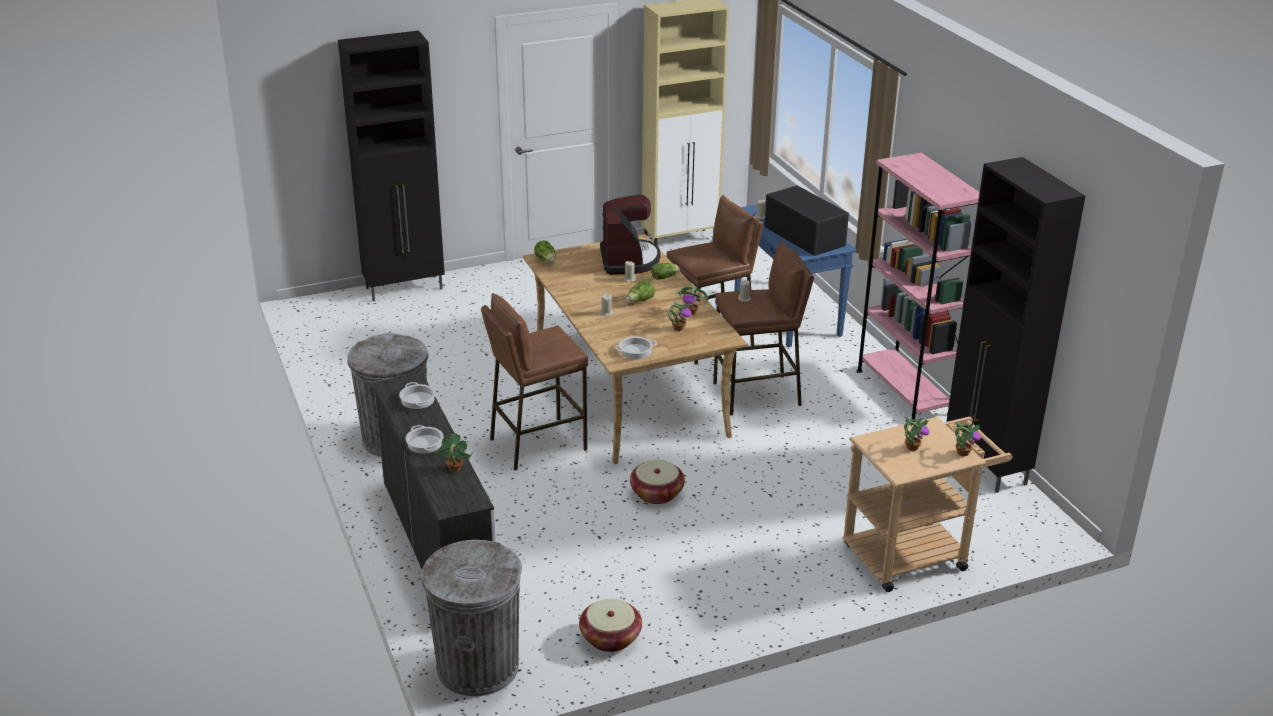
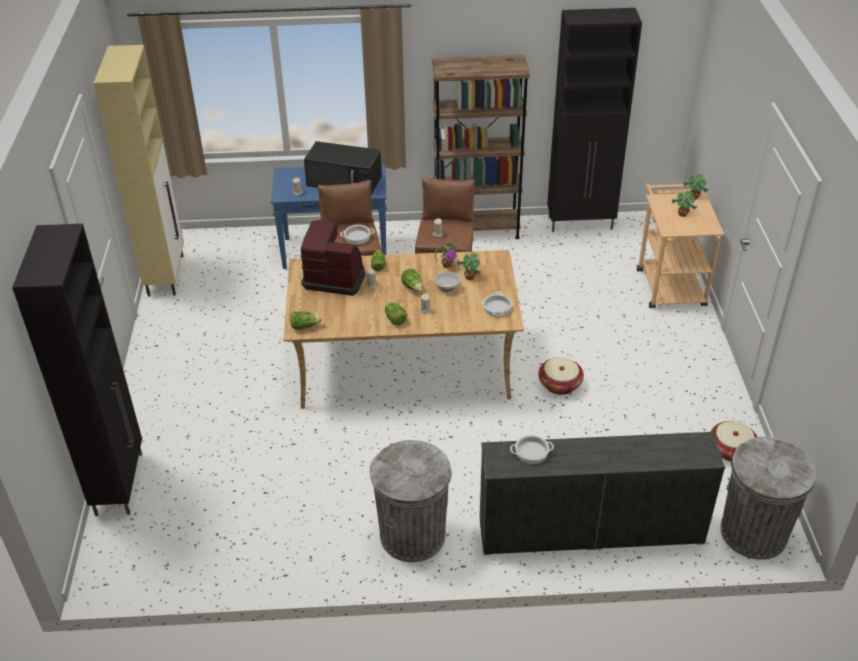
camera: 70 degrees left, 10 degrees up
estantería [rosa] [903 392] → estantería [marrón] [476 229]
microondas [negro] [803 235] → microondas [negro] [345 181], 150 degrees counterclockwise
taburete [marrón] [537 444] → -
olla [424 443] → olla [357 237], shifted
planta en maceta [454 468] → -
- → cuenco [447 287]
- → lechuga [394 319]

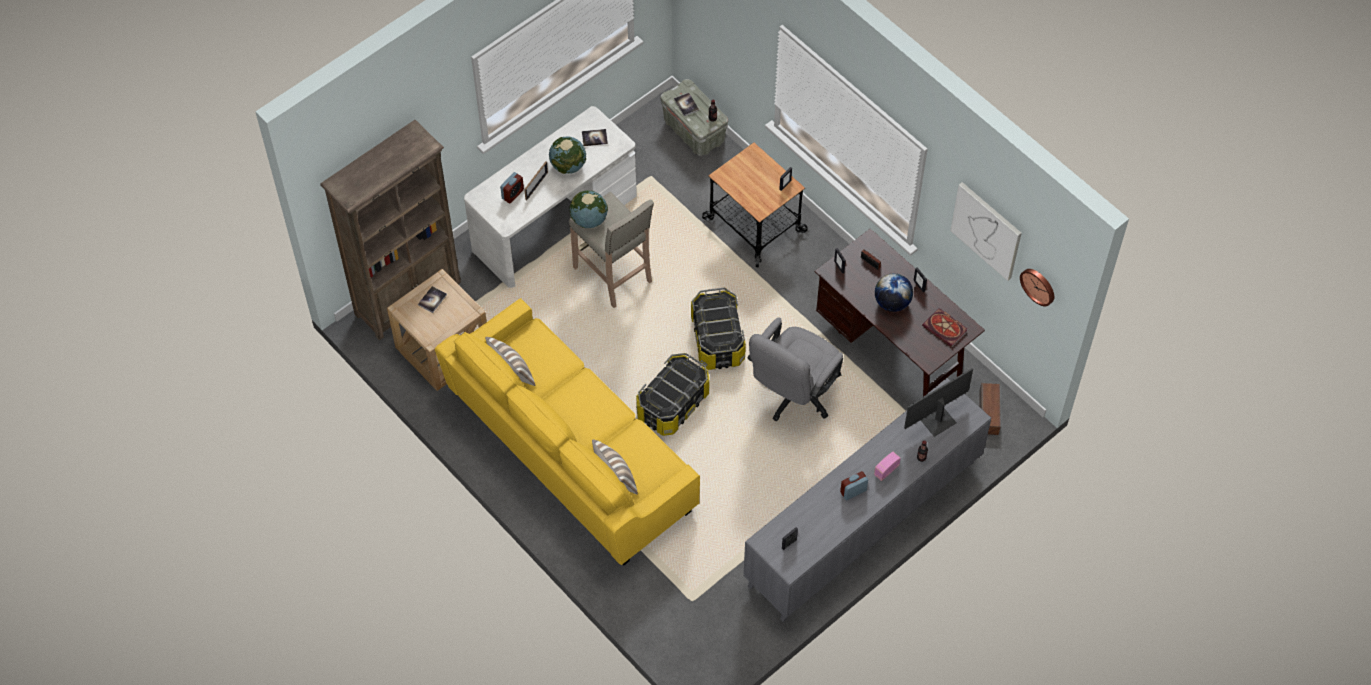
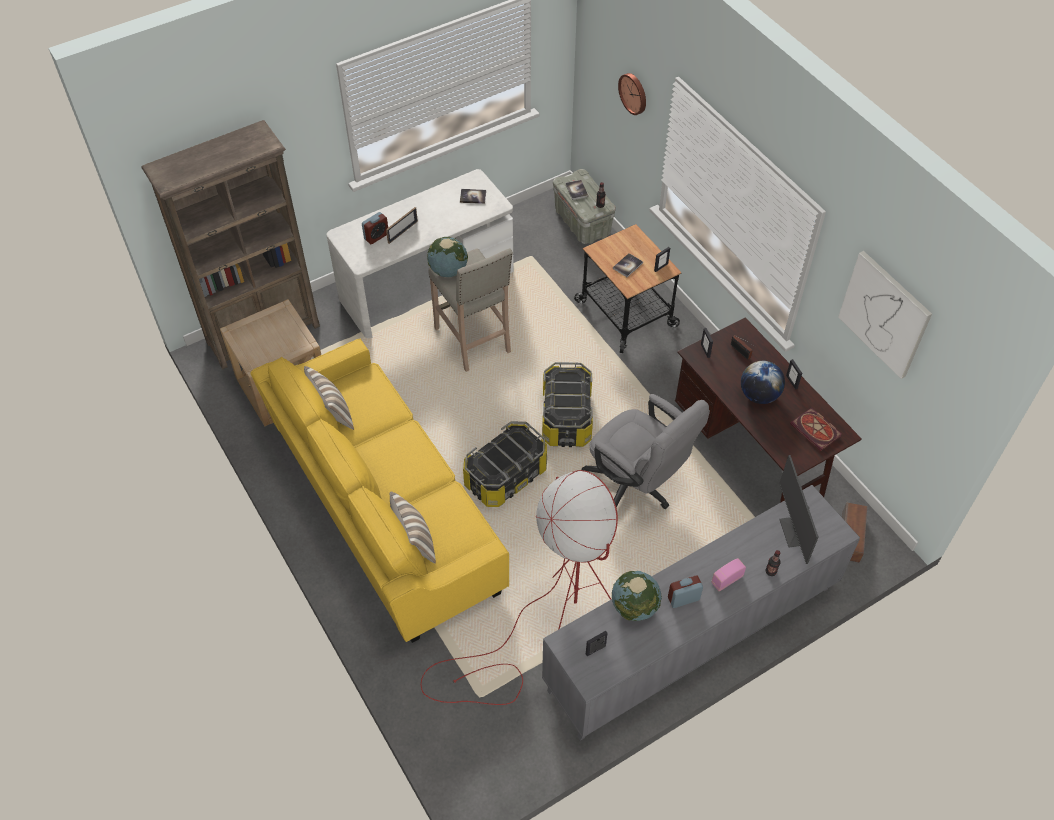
camera: 10 degrees right, 5 degrees down
globo terráqueo [568 166] → globo terráqueo [634 607], shifted
reloj de pared [1038 286] → reloj de pared [634 93], shifted
libro [432 300] → libro [627 266], shifted
silla de oficina [gris] [793 395] → silla de oficina [gris] [637 485], 90 degrees counterclockwise
monitor [937 421] → monitor [795 531], 75 degrees counterclockwise
- → lámpara de pie [rojo] [547 626]

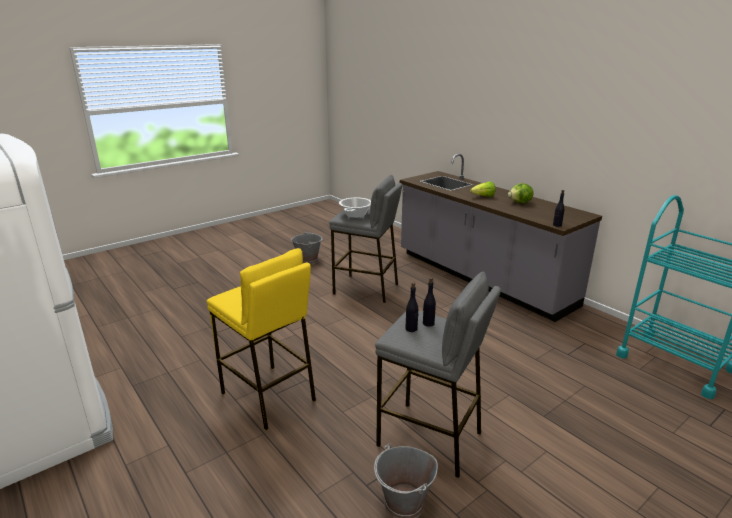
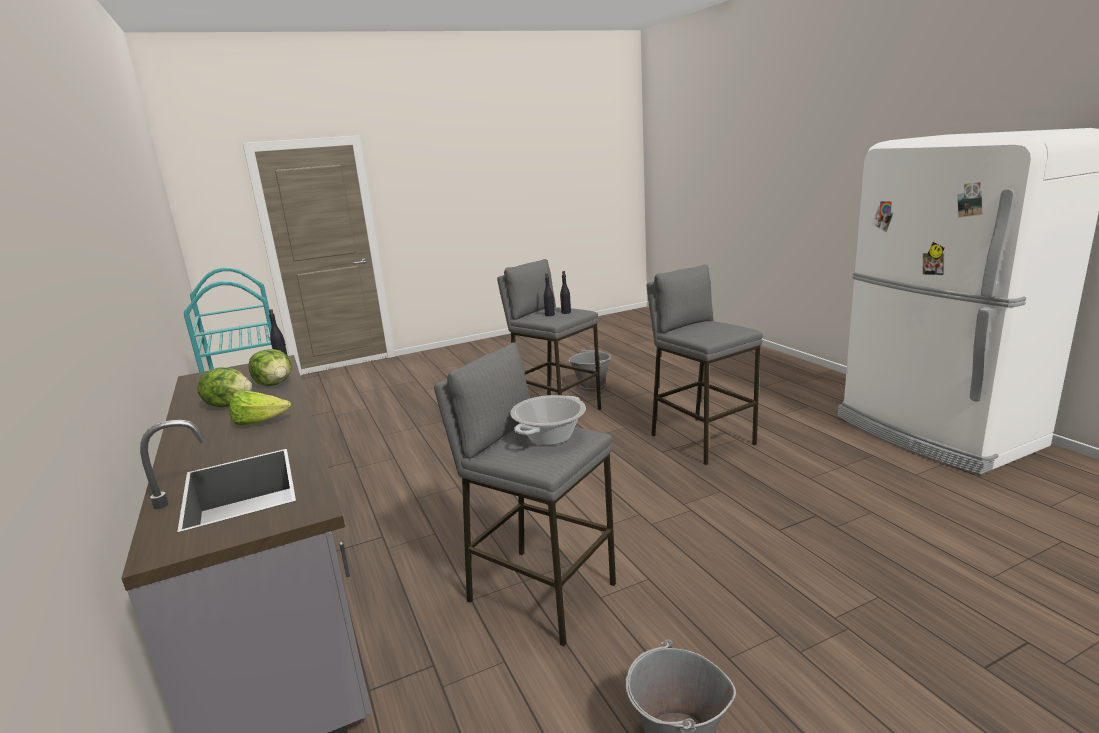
camera: 165 degrees left, 5 degrees down
taburete [amarillo] [268 397] → taburete [gris] [702 439]
- → lechuga [275 384]

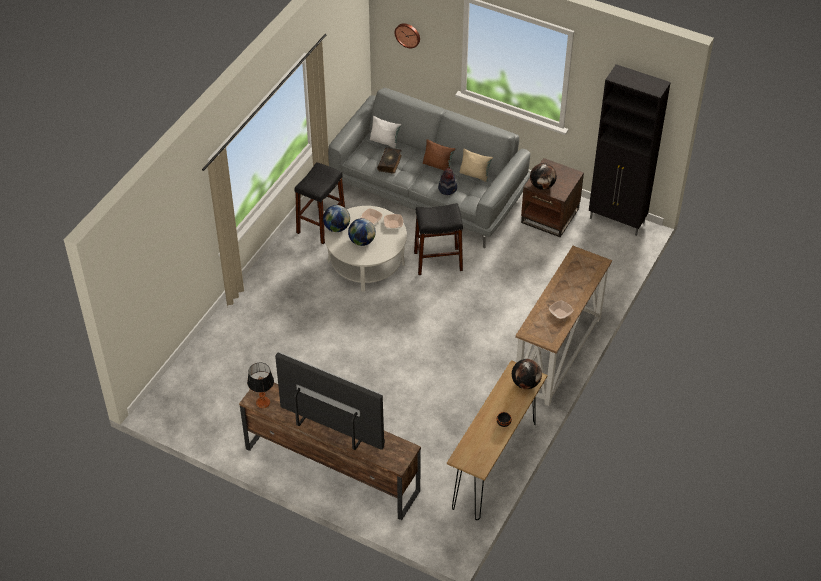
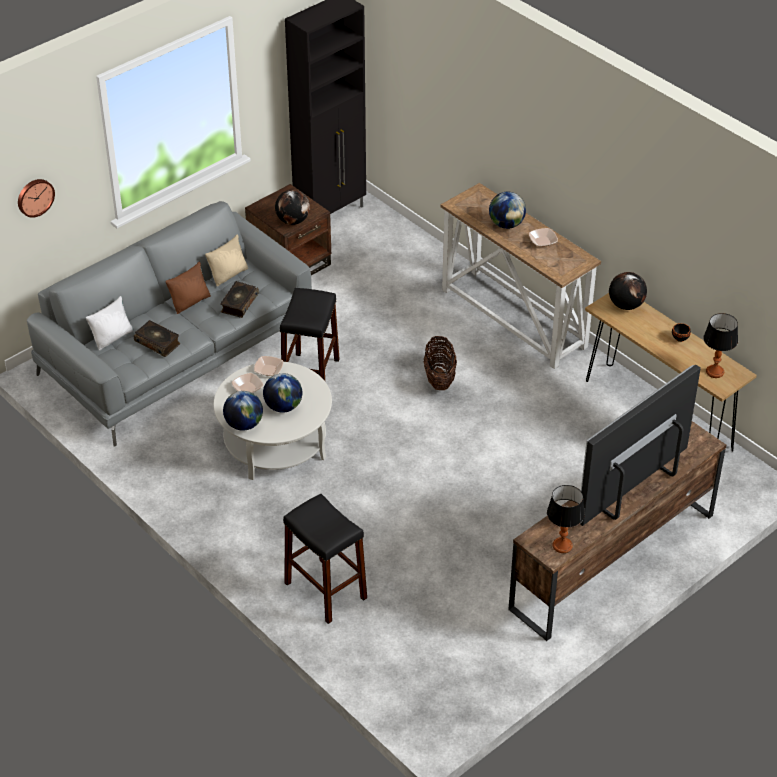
camera: 70 degrees left, 5 degrees down
taburete [negro] [321 225] → taburete [negro] [325 590], shifted
sombrero [447 188] → libro [239 303]
- → globo terráqueo [506 224]
- → lámpara de mesa [714 372]
- → cesta [439 378]

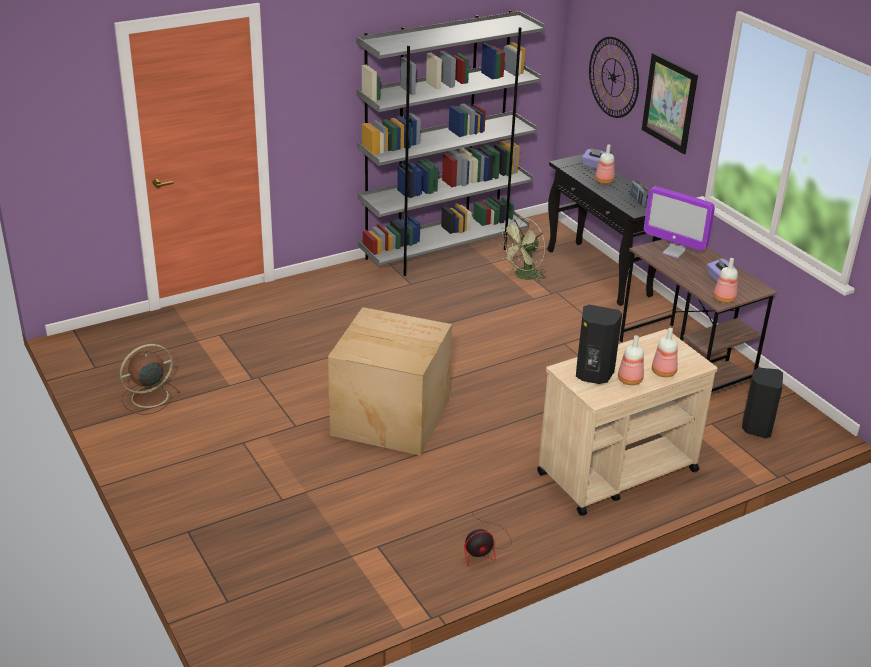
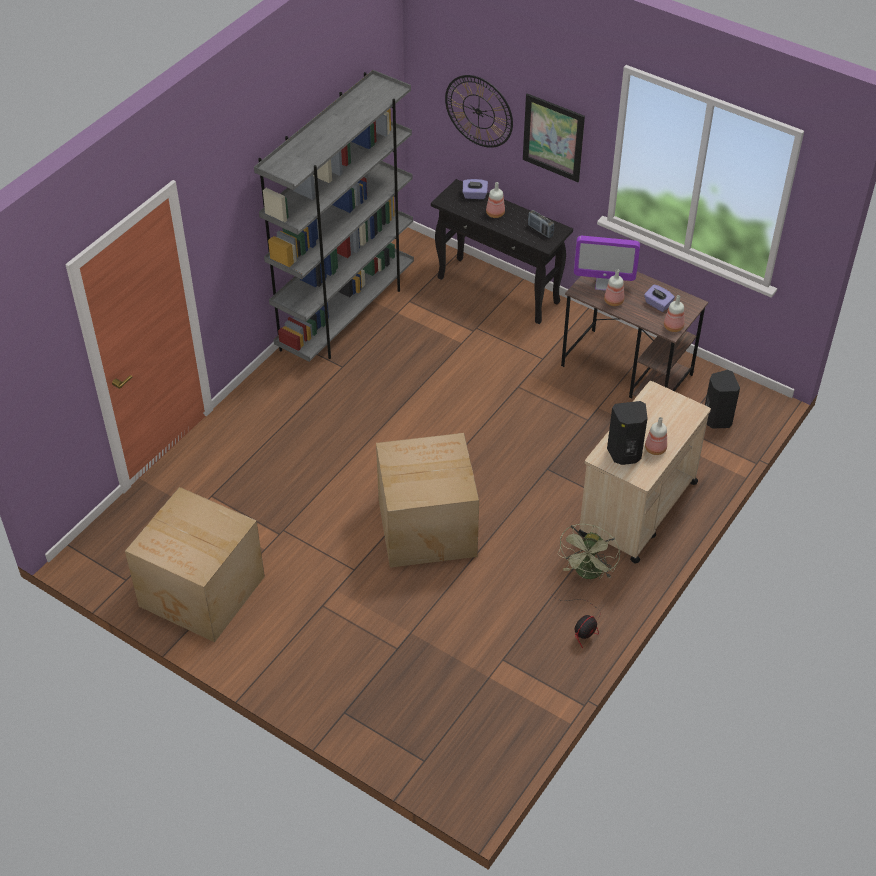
camera: 25 degrees left, 15 degrees up
ventilador [verde] [523 276] → ventilador [verde] [588 574], shifted
botella [664 372] → botella [613 300], shifted
ventilador [marrón] [148 397] → caja de cartón [202 593]

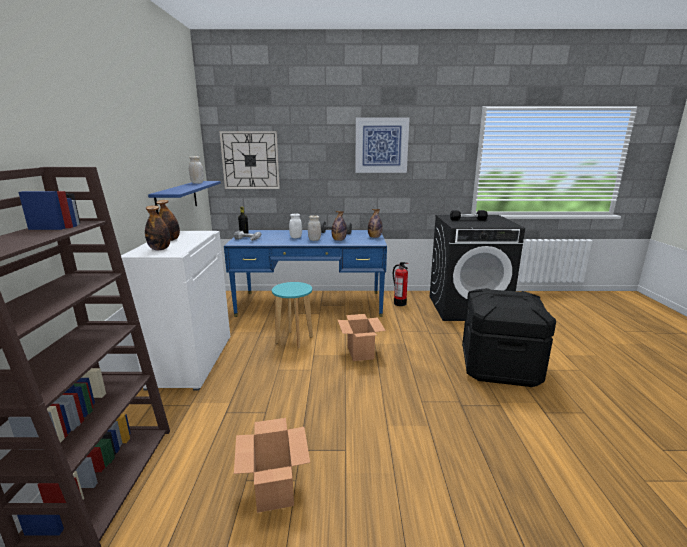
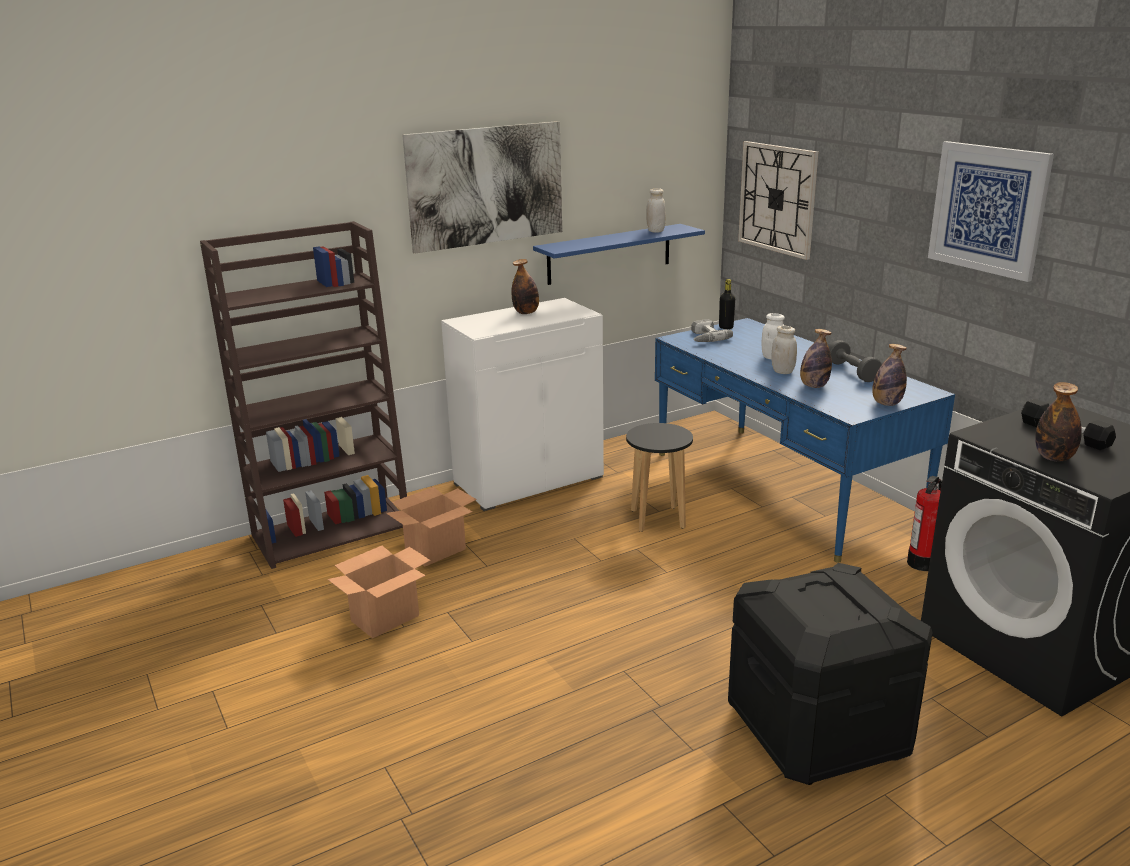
camera: 60 degrees right, 5 degrees up
botella [160 249] → botella [1054 457], shifted
taburete [turquesa] [294 340] → taburete [negro] [657 519]
caja de cartón [360 352] → caja de cartón [436 550], shifted
- → cuadro [486 186]

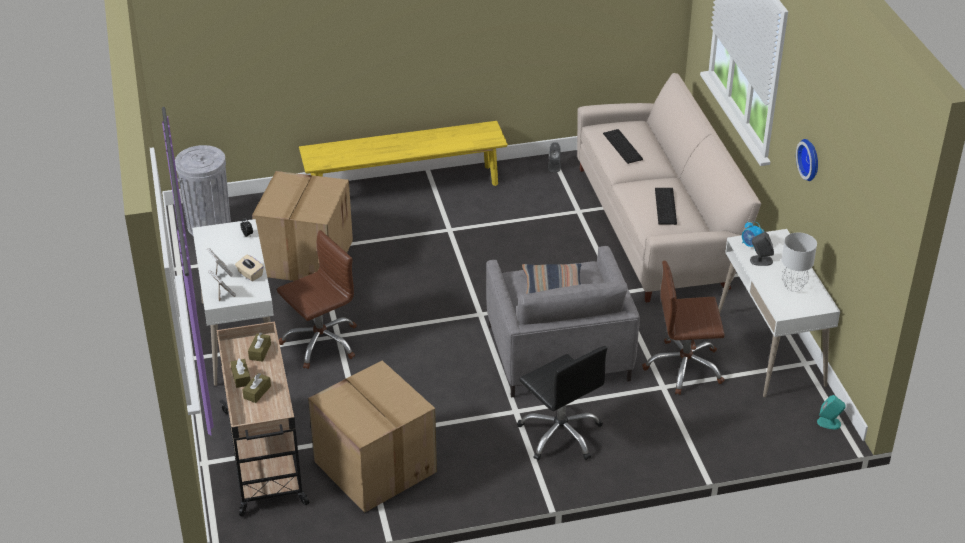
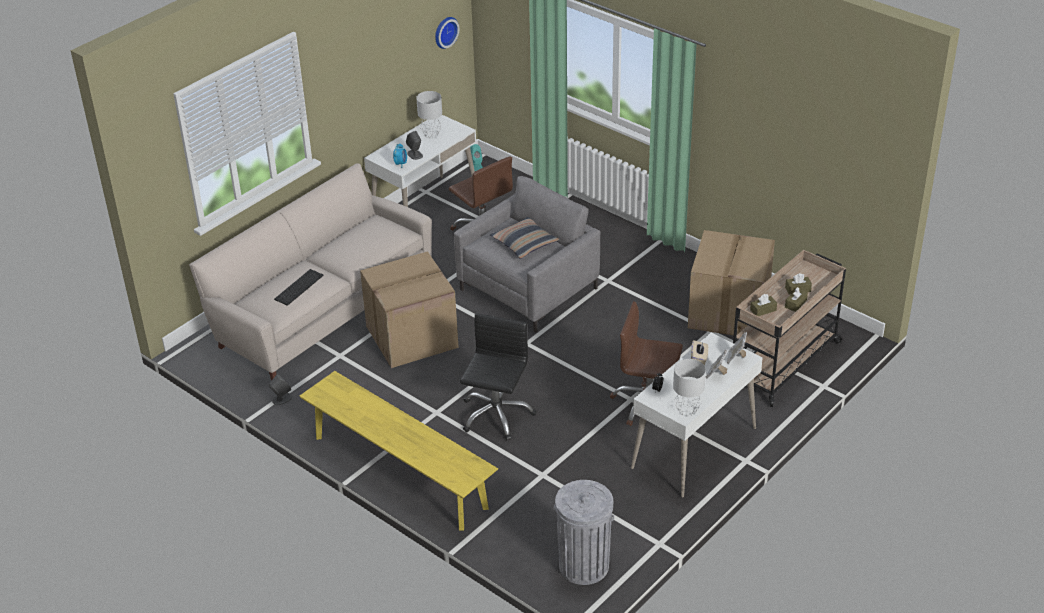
camera: 125 degrees left, 0 degrees up
reloj de pared [810 159] → reloj de pared [444 31], shifted
caja de cartón [305 257] → caja de cartón [411 338], shifted
teclado [667 206] → -
silla de oficina [negro] [560 434] → silla de oficina [negro] [496 415], shifted
- → lámpara de mesa [gris] [687 411]

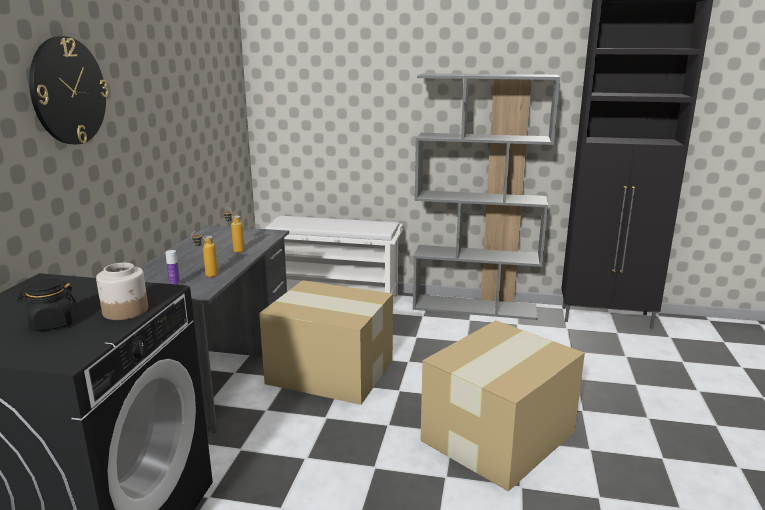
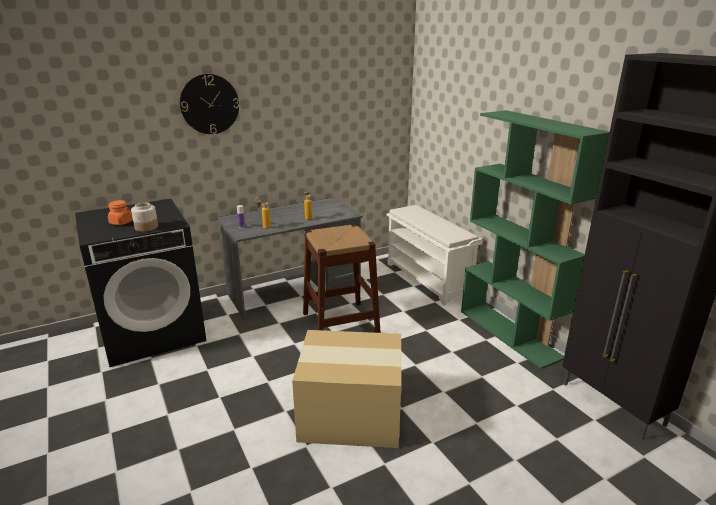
camera: 50 degrees right, 5 degrees up
estantería [gris] [475 307] → estantería [verde] [510 333]
tarro [negro] [52 324] → tarro [naranja] [121 222]
caja de cartón [332 372] → taburete [marrón] [340 322]

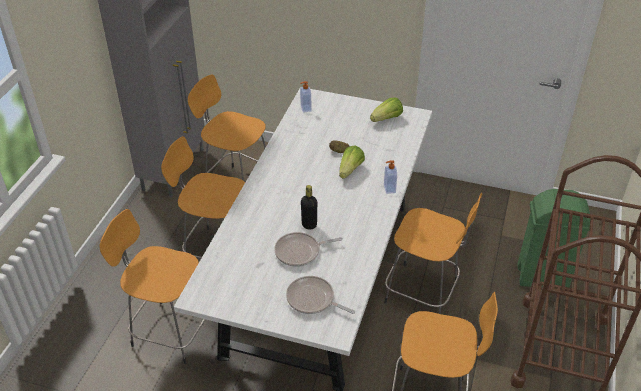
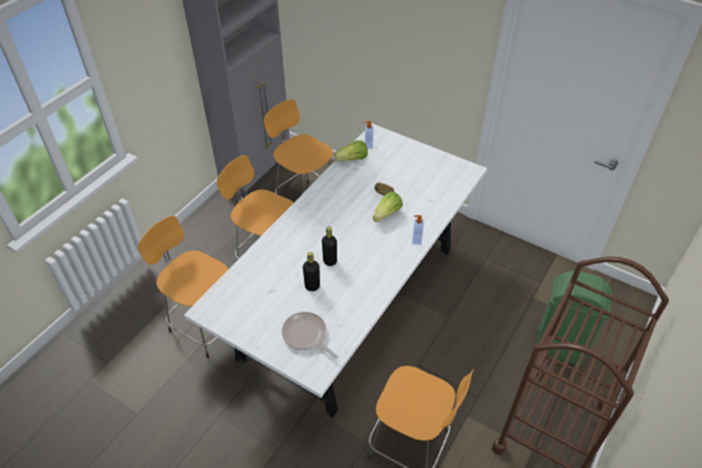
camera: 15 degrees right, 5 degrees up
lechuga [387 119] → lechuga [352 159], shifted
taburete [naranja] [424 293] → -
sartén [300 252] → botella [negro] [312 286]

